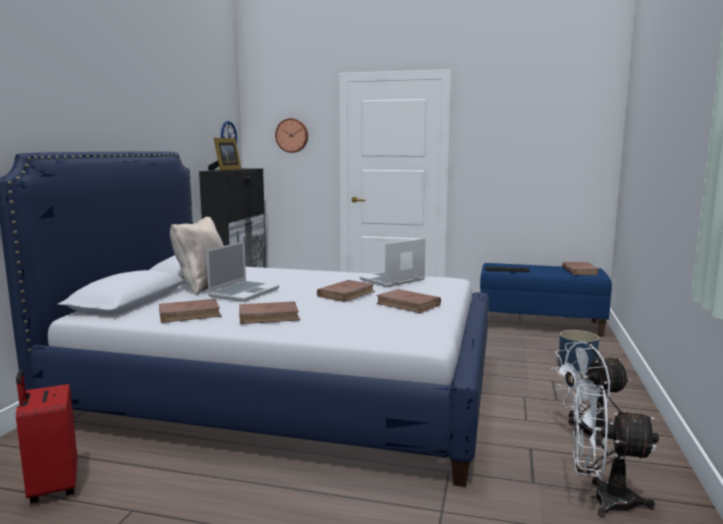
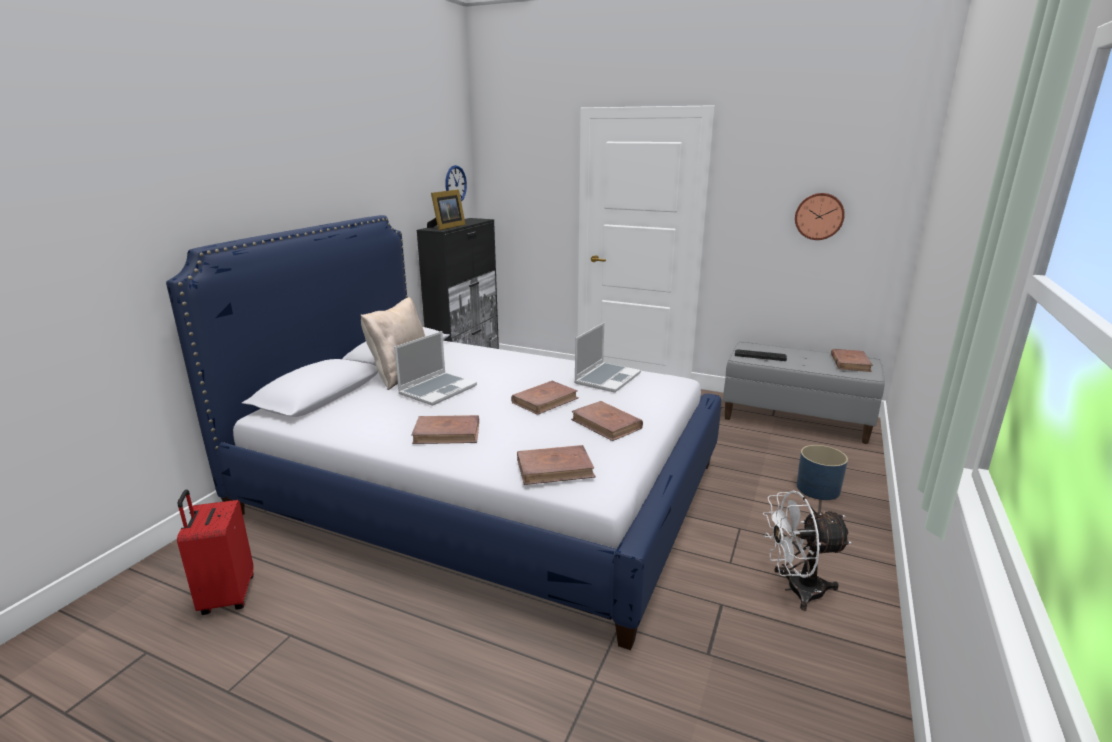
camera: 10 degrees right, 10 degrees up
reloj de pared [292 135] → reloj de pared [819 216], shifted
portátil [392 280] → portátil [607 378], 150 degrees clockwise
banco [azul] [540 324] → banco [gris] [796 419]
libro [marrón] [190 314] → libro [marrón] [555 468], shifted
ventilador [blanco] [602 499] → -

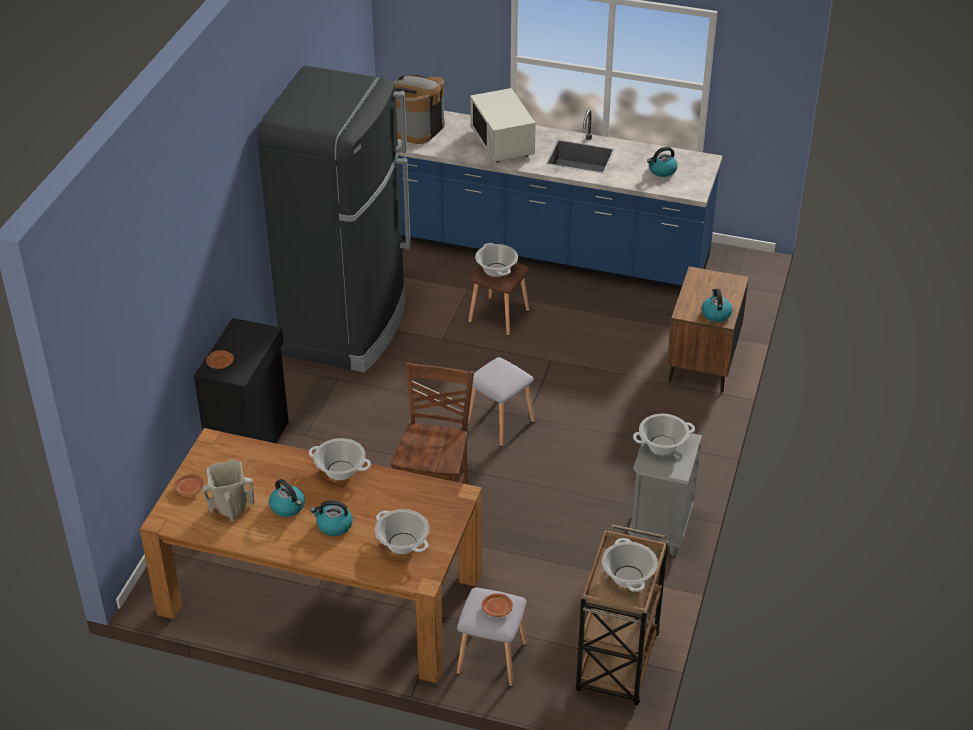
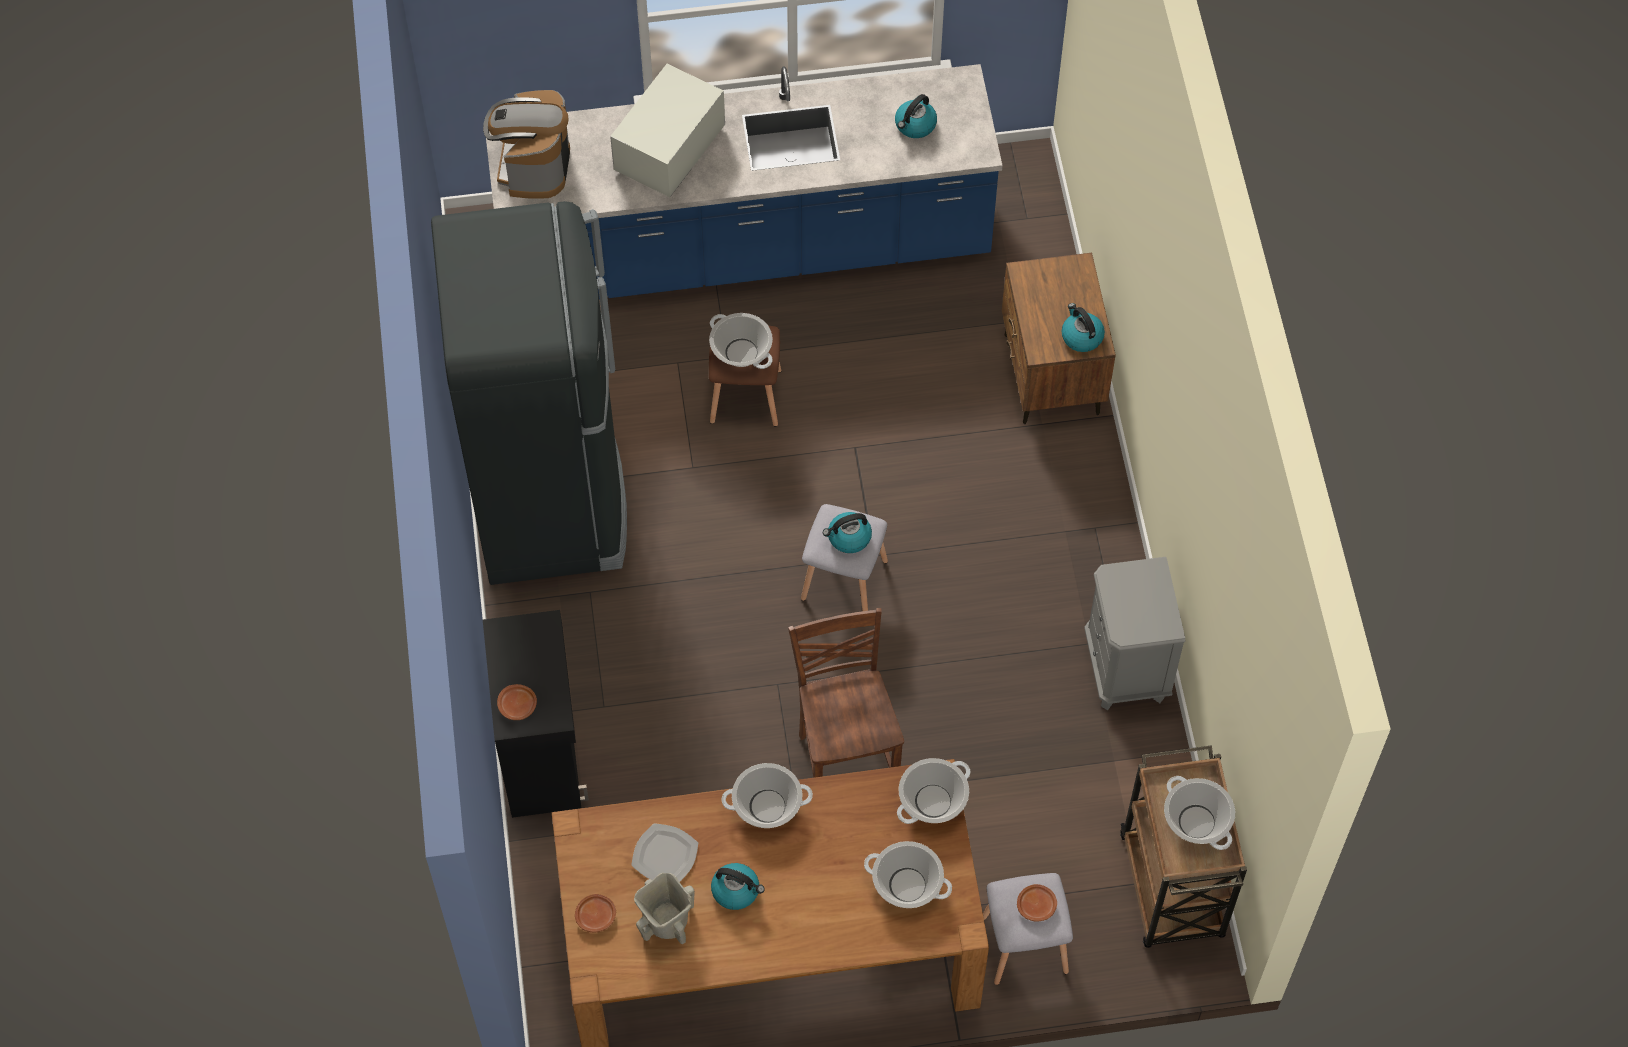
camera: 25 degrees left, 20 degrees up
microondas [blanco] [502 143] → microondas [blanco] [670 151], 75 degrees clockwise
olla [663 445] → olla [933 801], shifted
hervidor [334 526] → hervidor [848 538], shifted
- → plato [664 855]

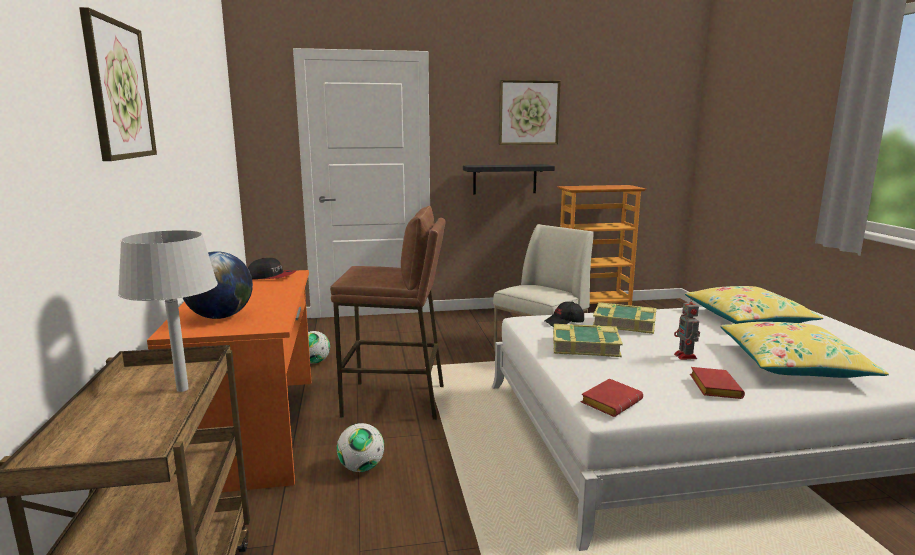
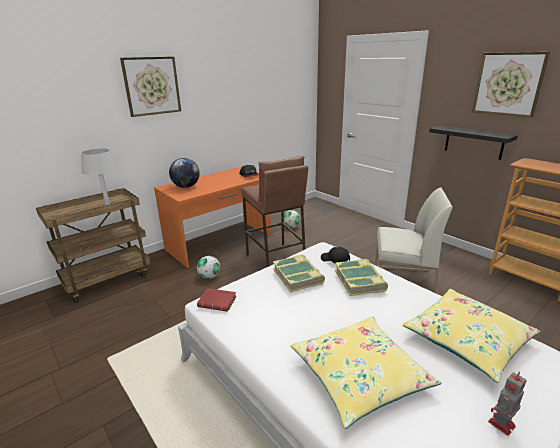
camera: 60 degrees right, 10 degrees up
robot de juguete [686 357] → robot de juguete [501 424], shifted
libro [rojo] [713 387] → -

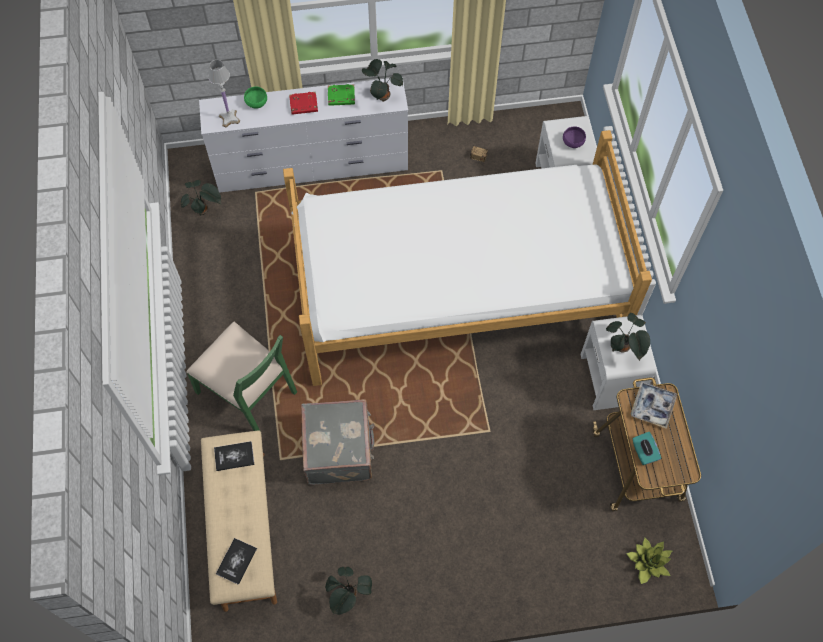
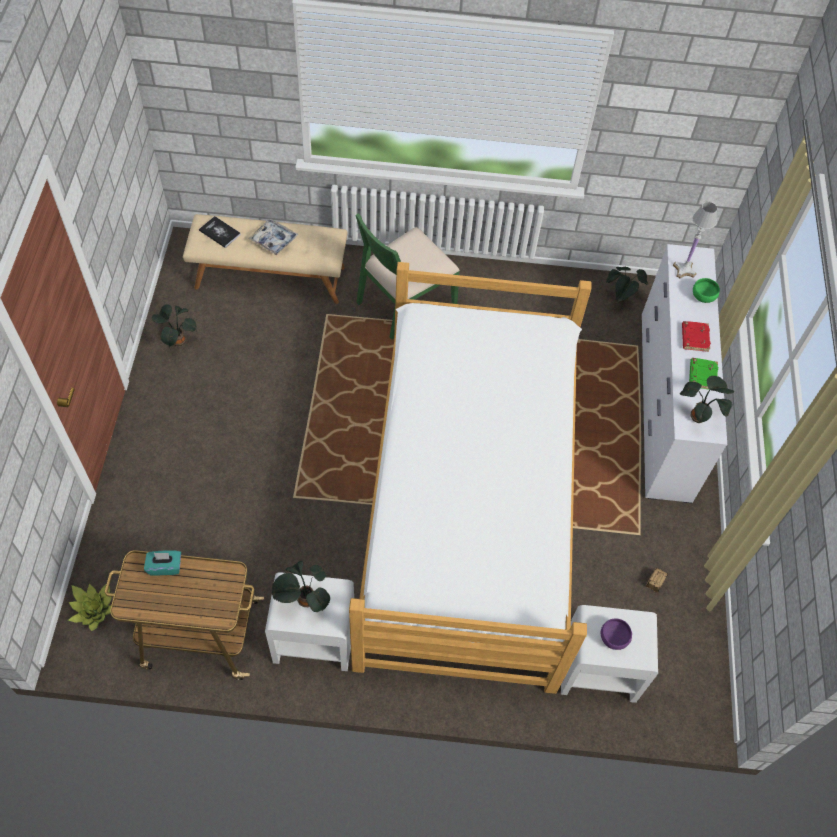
camera: 100 degrees right, 5 degrees down
bandeja [652 406] → bandeja [273 240], shifted
maleta [gris] [340 450] → -
libro [234 456] → -

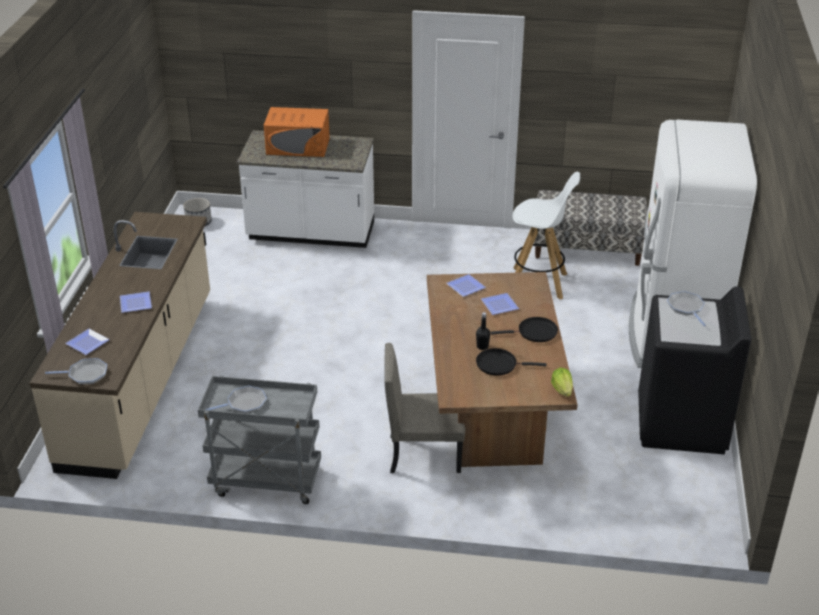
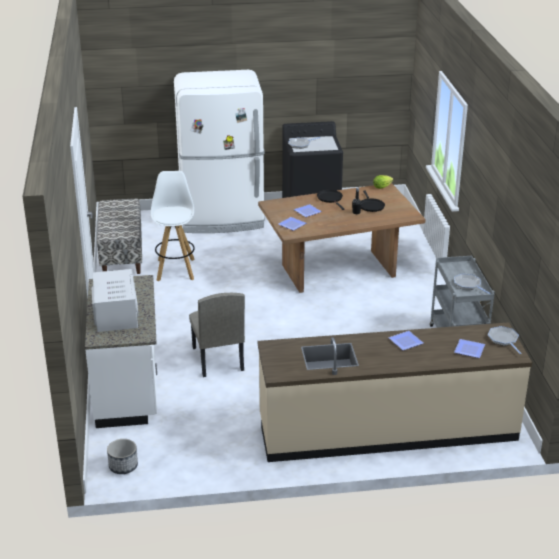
camera: 105 degrees left, 5 degrees down
microondas [naranja] [298 146] → microondas [blanco] [116 313]
silla [beis] [424 453] → silla [beis] [217 359], shifted

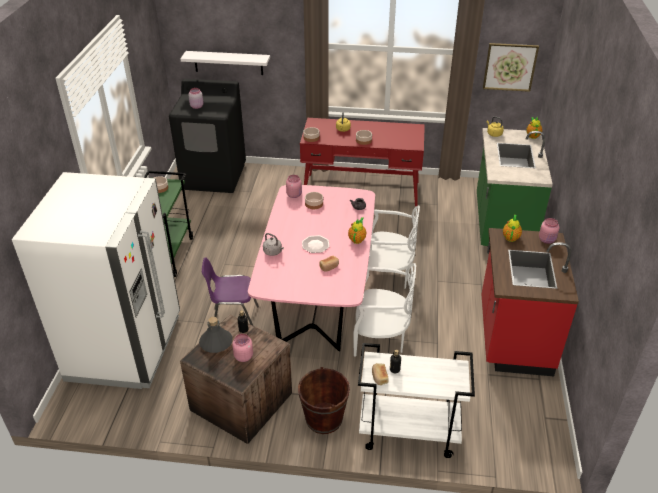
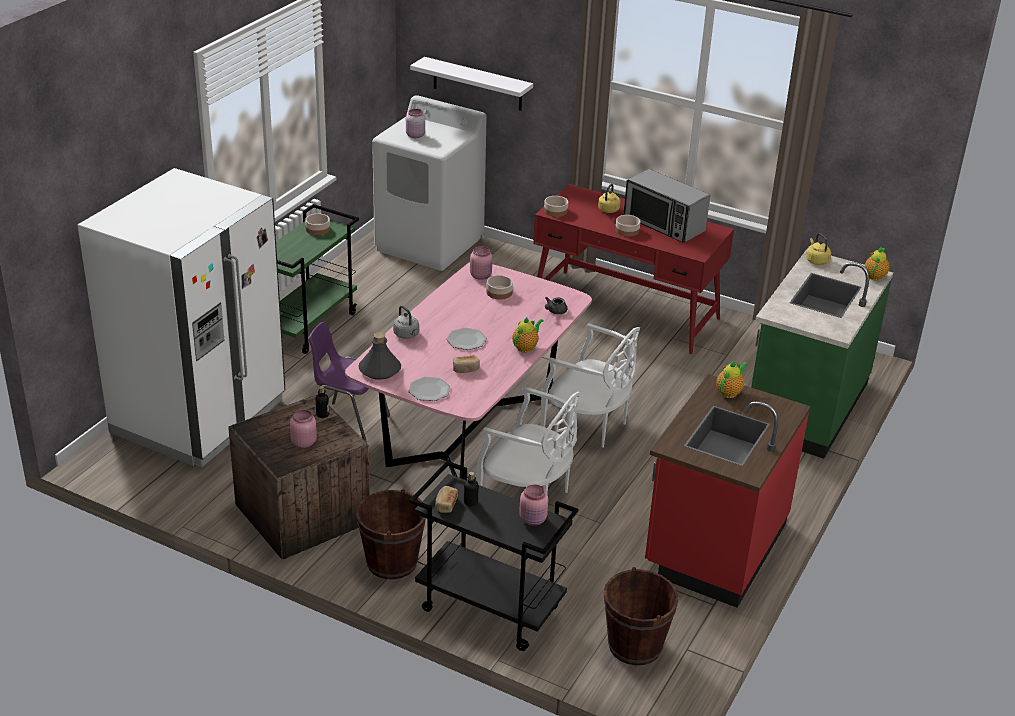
camera: 20 degrees right, 5 degrees down
cuadro [510 67] → -
lavadora [negro] [214 176] → lavadora [blanco] [429 244]
tarro [rosa] [547 240] → tarro [rosa] [533 520], shifted
botella [gris] [216 343] → botella [gris] [380 370], shifted
carrito [blanco] [407 433] → carrito [negro] [488 609]
- → microondas [663 224]
- → plato [429 390]
- → cubo [marrón] [634 646]

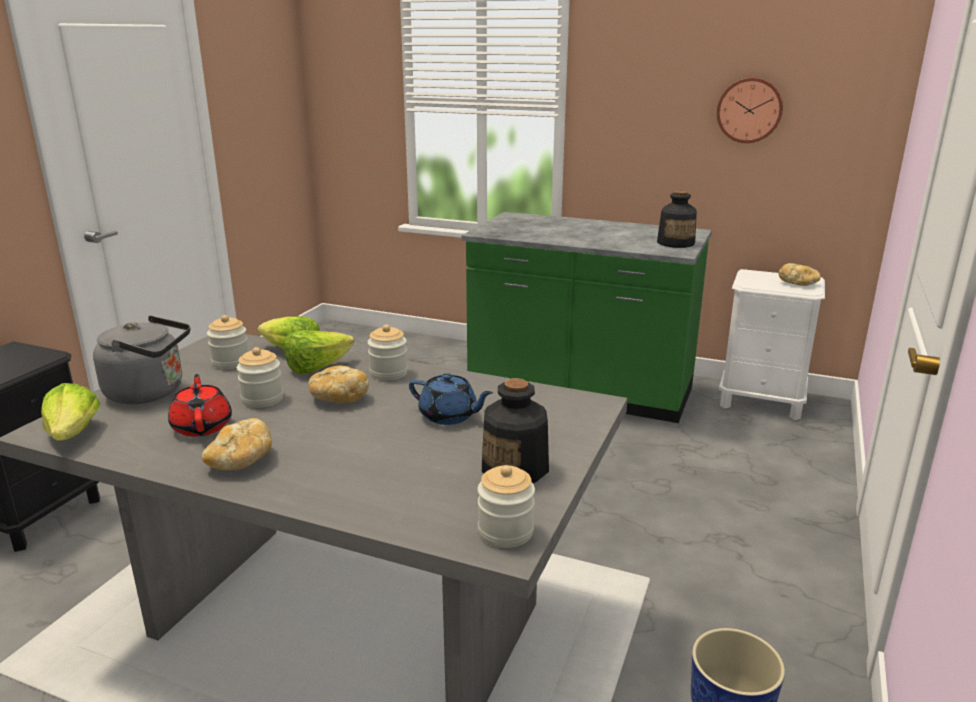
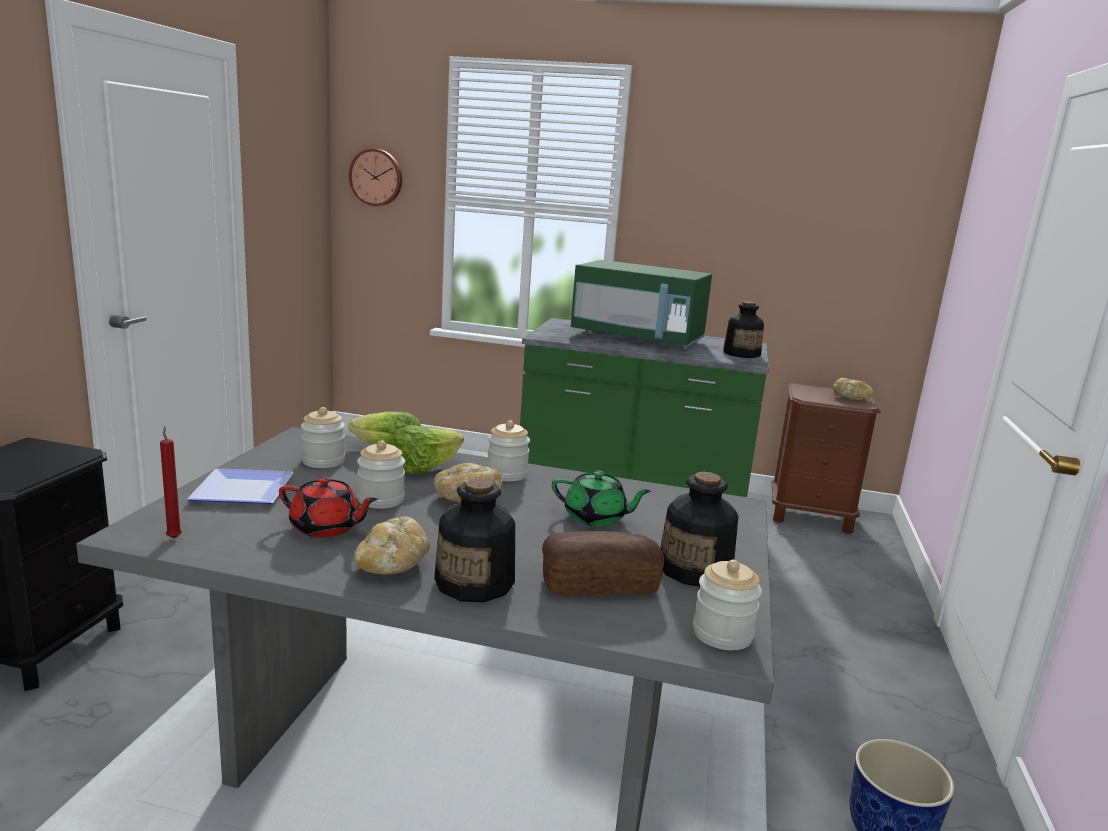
camera: 10 degrees left, 5 degrees down
reloj de pared [749 110] → reloj de pared [377 177], shifted
mesita de noche [blanco] [761 401] → mesita de noche [marrón] [810 516]
hervidor [gris] [150 392] → plato [245 492]
tetera [azul] [449 416] → tetera [verde] [596 517]
tetera [rojo] [202 426] → tetera [rojo] [326 528], 135 degrees clockwise
lechuga [74 434] → vela [rojo] [174 537]
- → microondas [verde] [637 338]
- → botella [475 583]
- → pan [599 584]

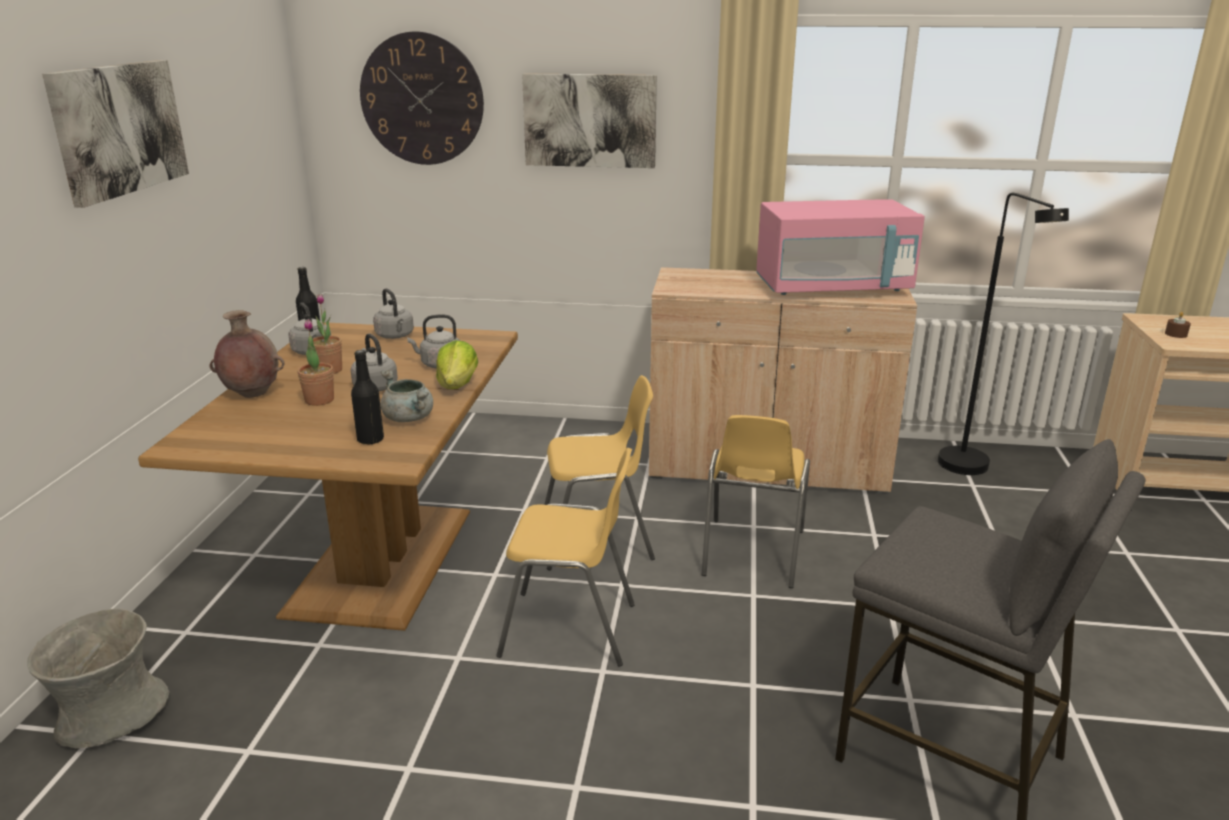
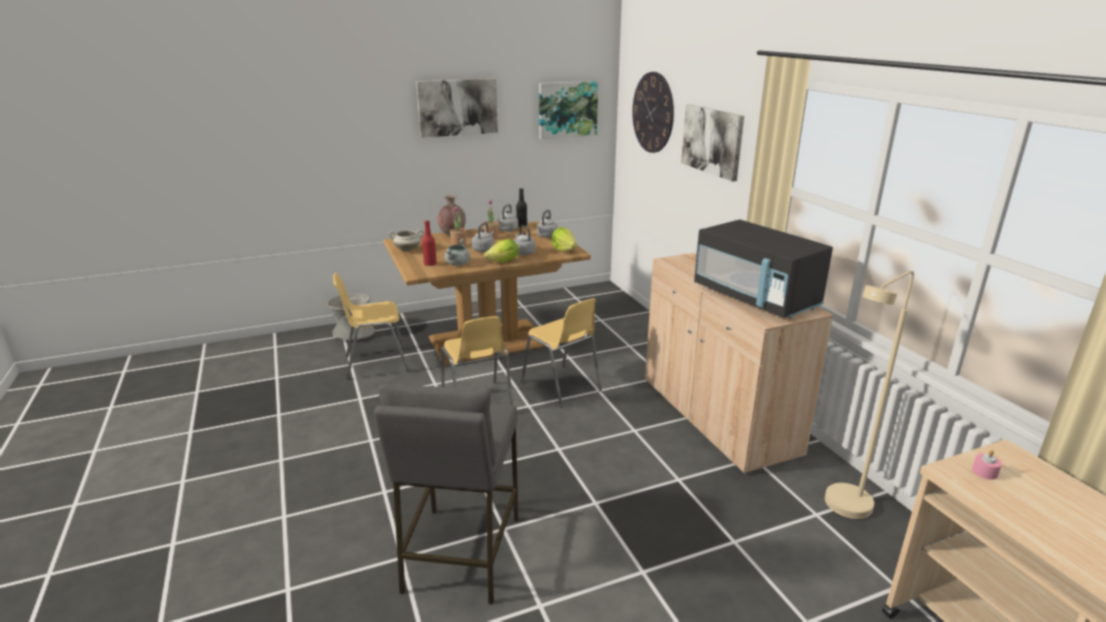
camera: 60 degrees right, 0 degrees up
lámpara de pie [negro] [972 470] → lámpara de pie [beis] [843 510]
microondas [rosa] [833 288] → microondas [negro] [755 298]
vela [marrón] [1175 334] → vela [rosa] [984 472]
botella [negro] [370 440] → botella [rojo] [430 264]
silla [amarillo] [751 553] → silla [amarillo] [376 363], shifted
- → cuadro [567 109]
- → lechuga [564 250]
- → olla [blanco] [408 250]

